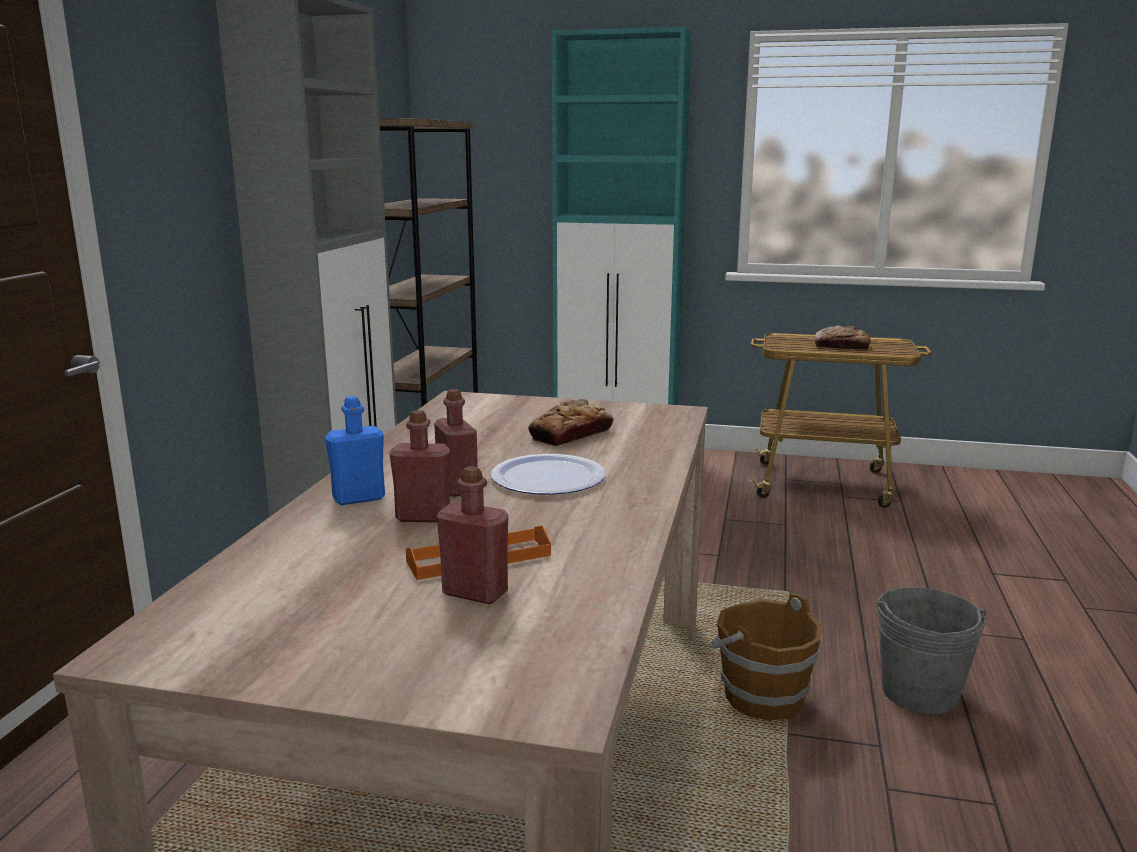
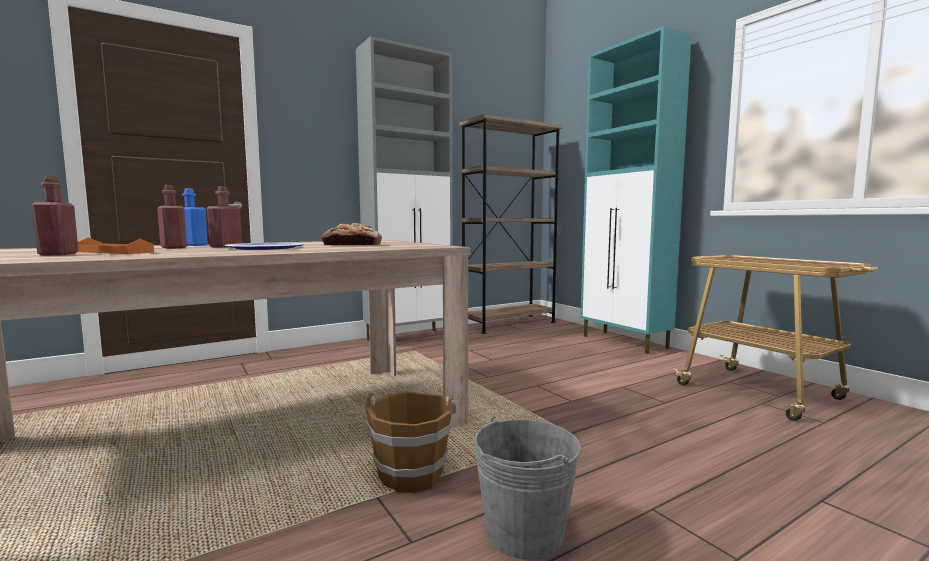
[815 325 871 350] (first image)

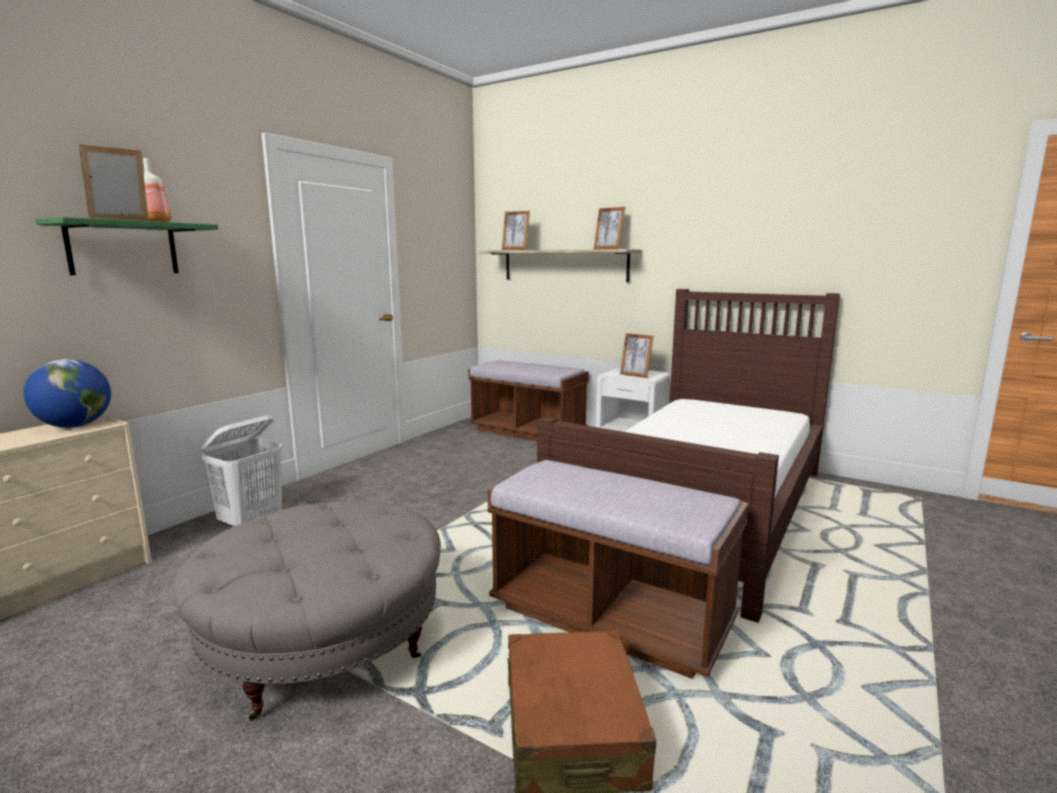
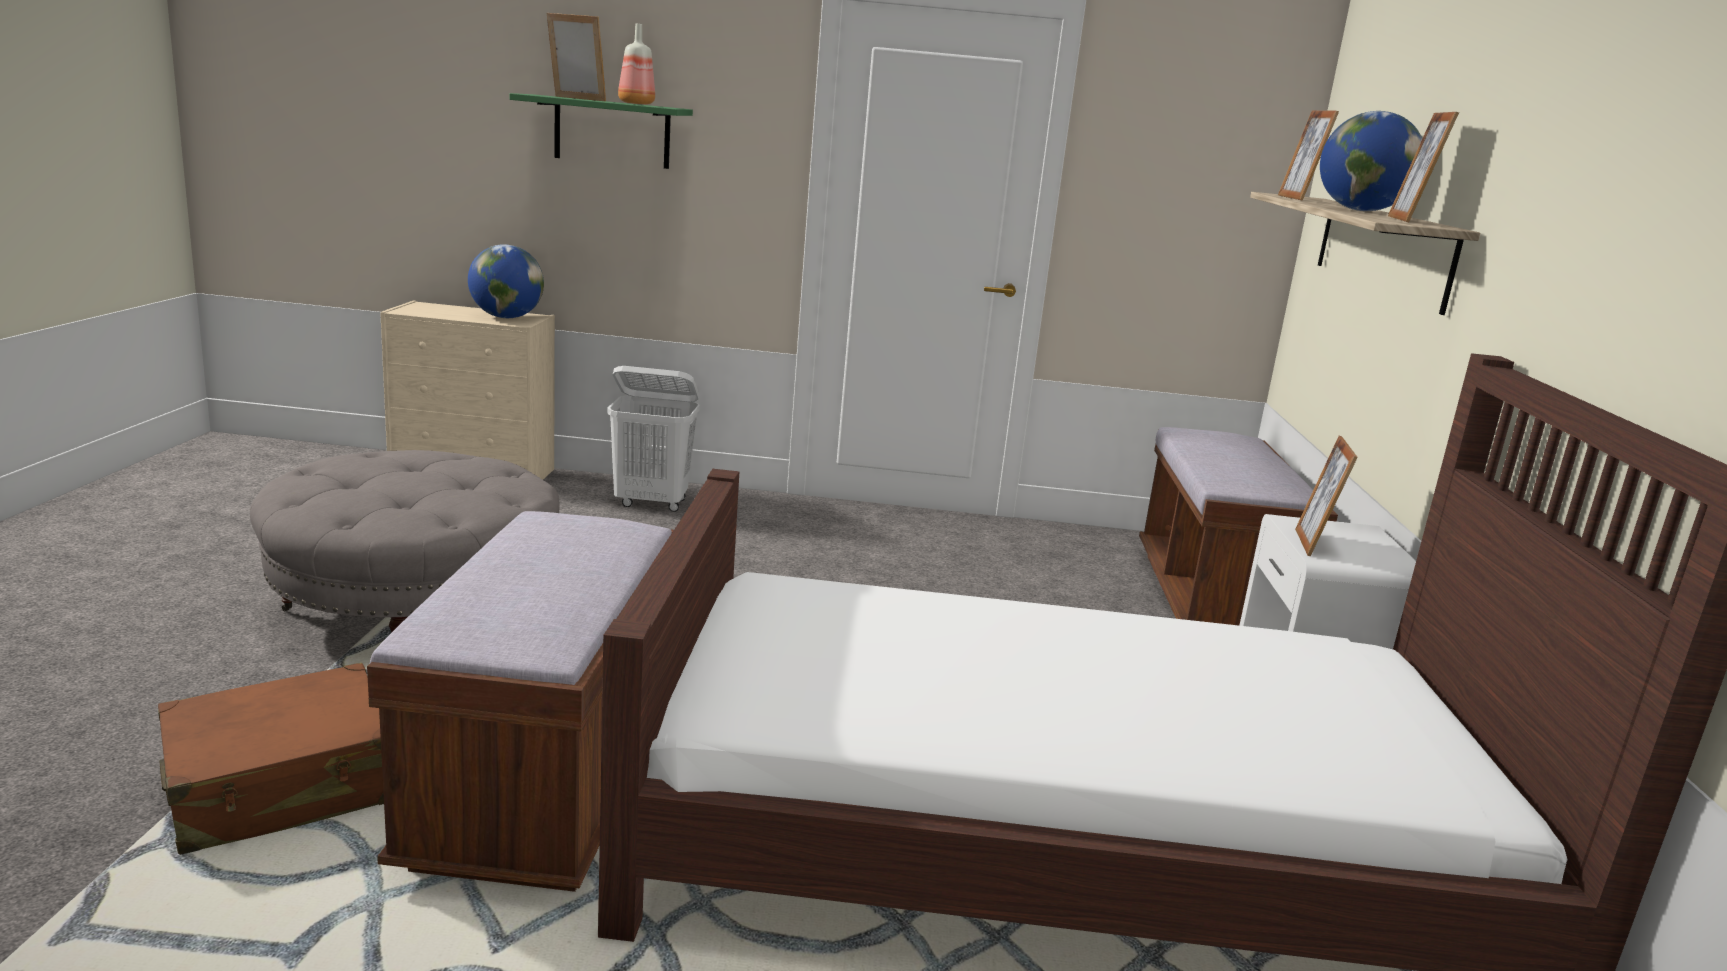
[1320 111 1422 211]

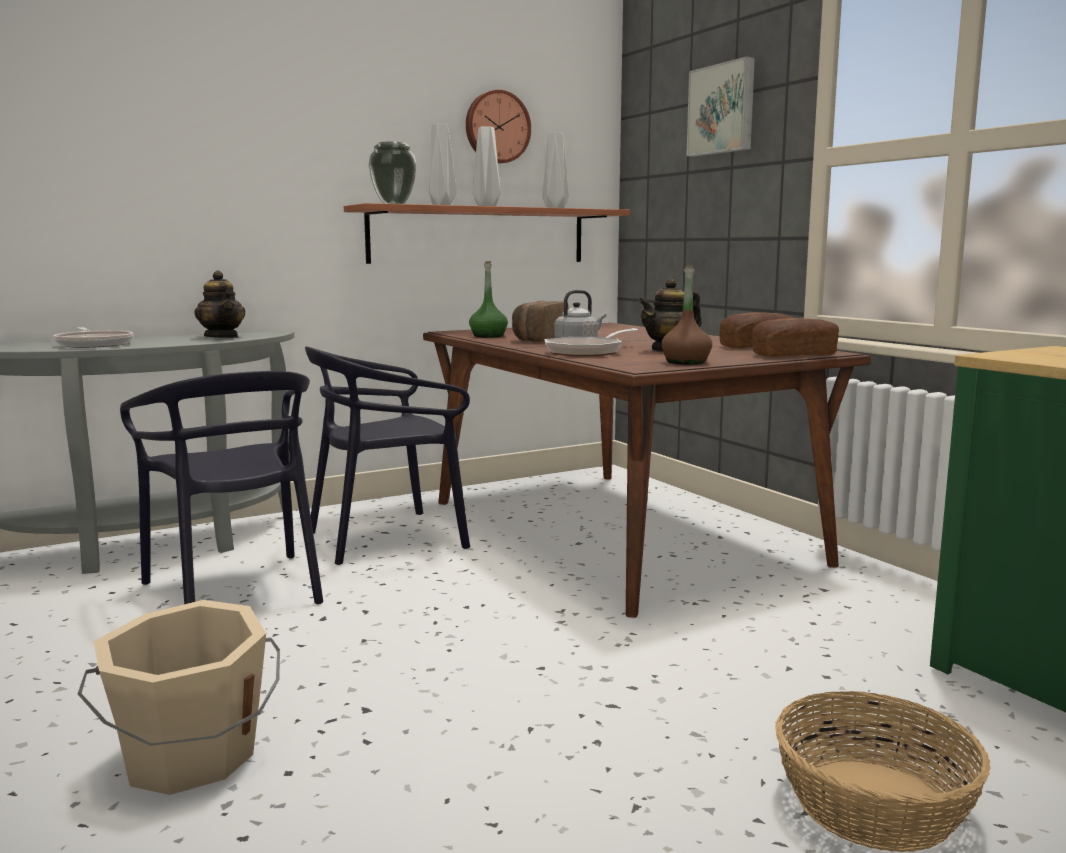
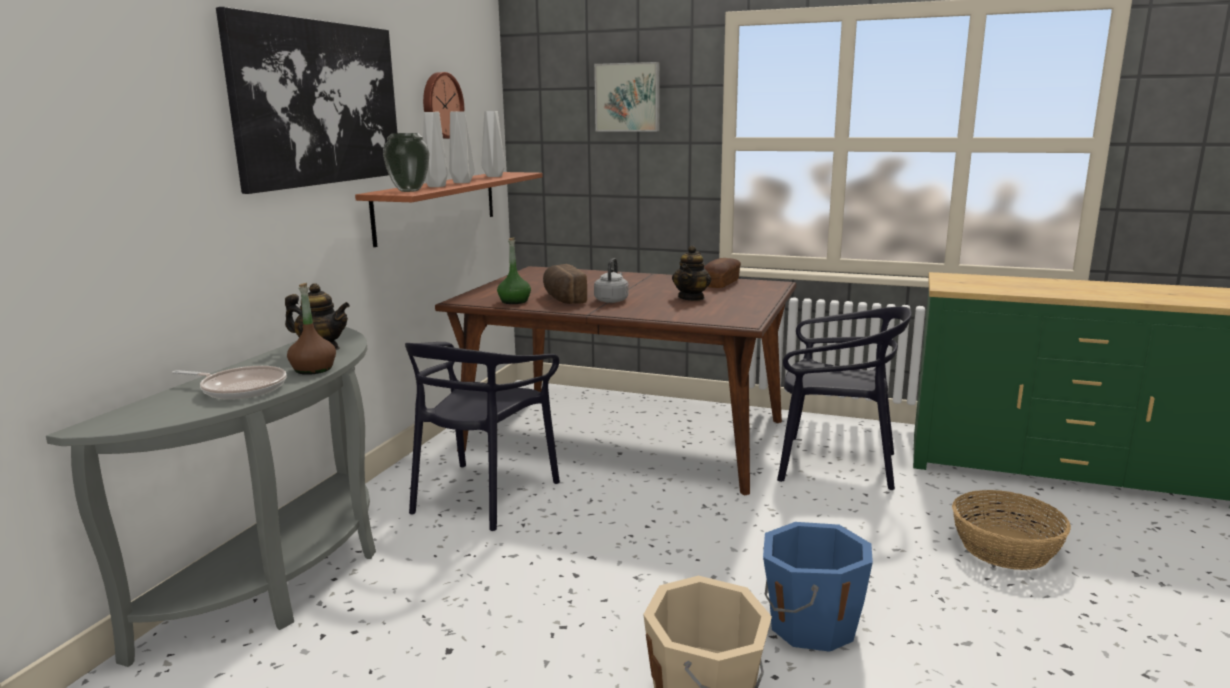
[777 306 912 490]
[544 328 638 357] (first image)
[287 283 336 375]
[752 318 839 357] (first image)
[216 7 397 194]
[763 522 873 652]

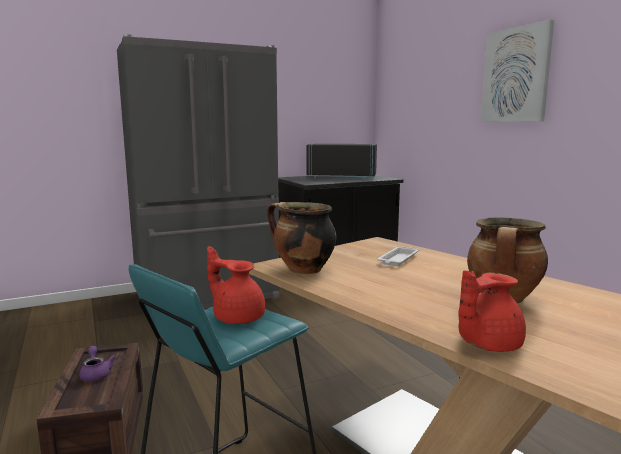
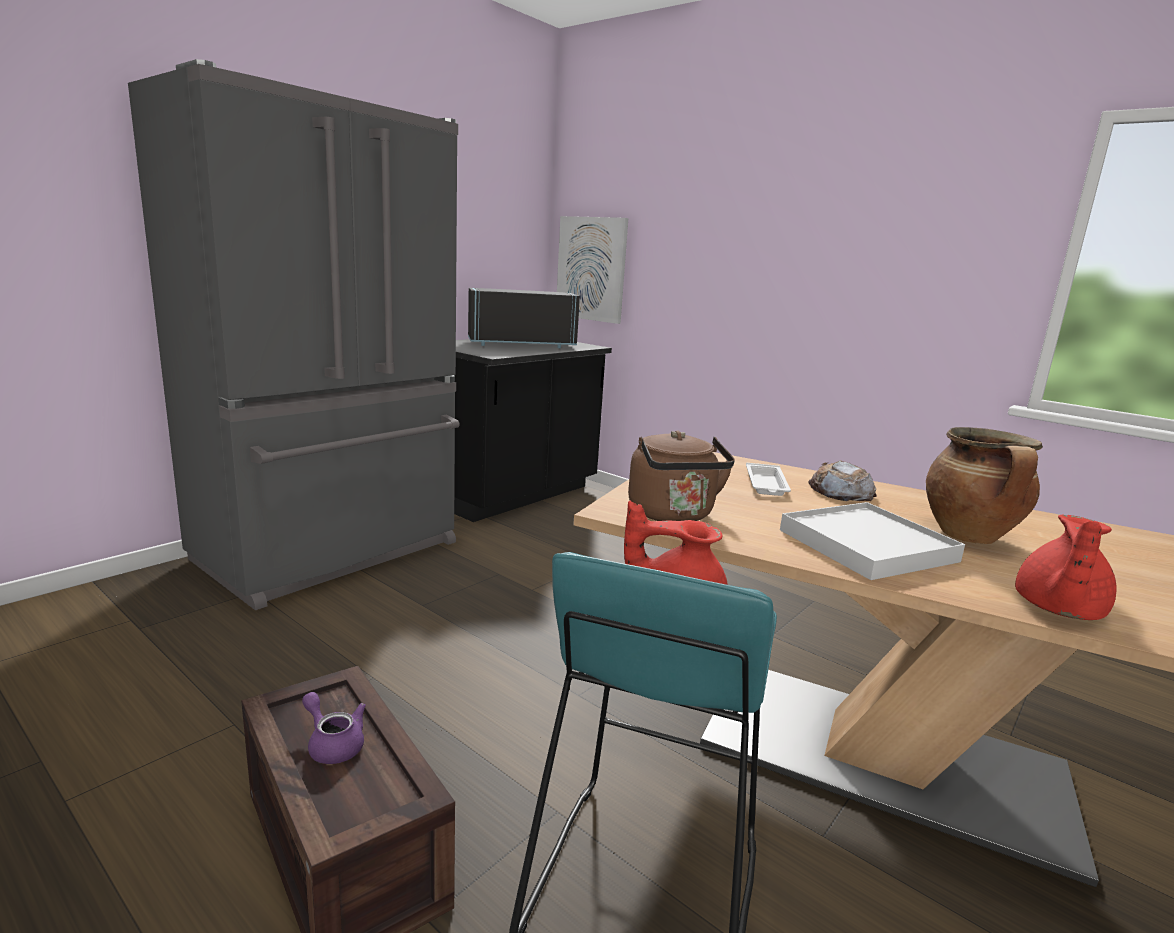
[628 431 735 521]
[557 216 628 324]
[780 502 965 580]
[808 461 877 501]

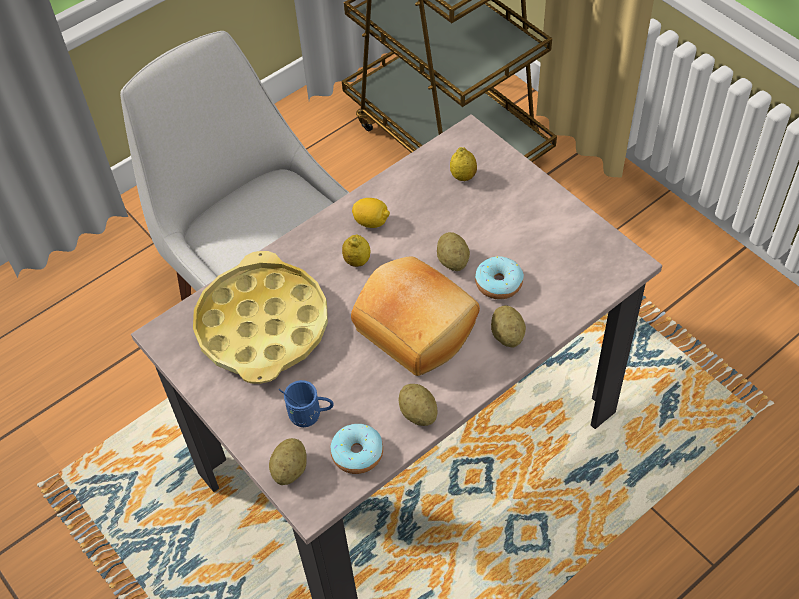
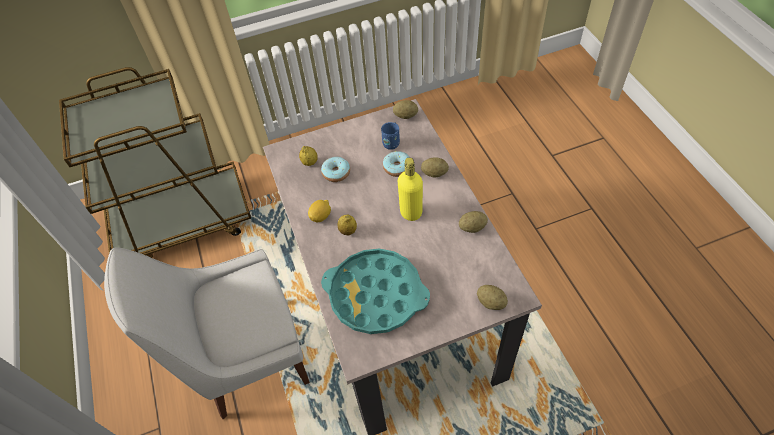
[321 249 430 334]
[381 122 400 150]
[321 157 350 182]
[398 158 423 221]
[393 100 418 119]

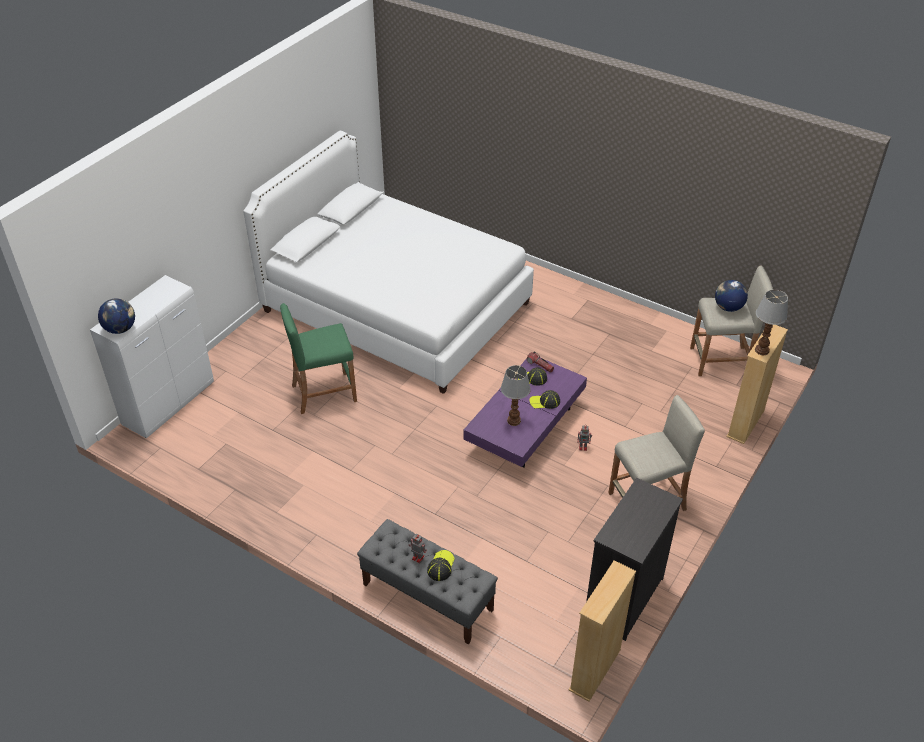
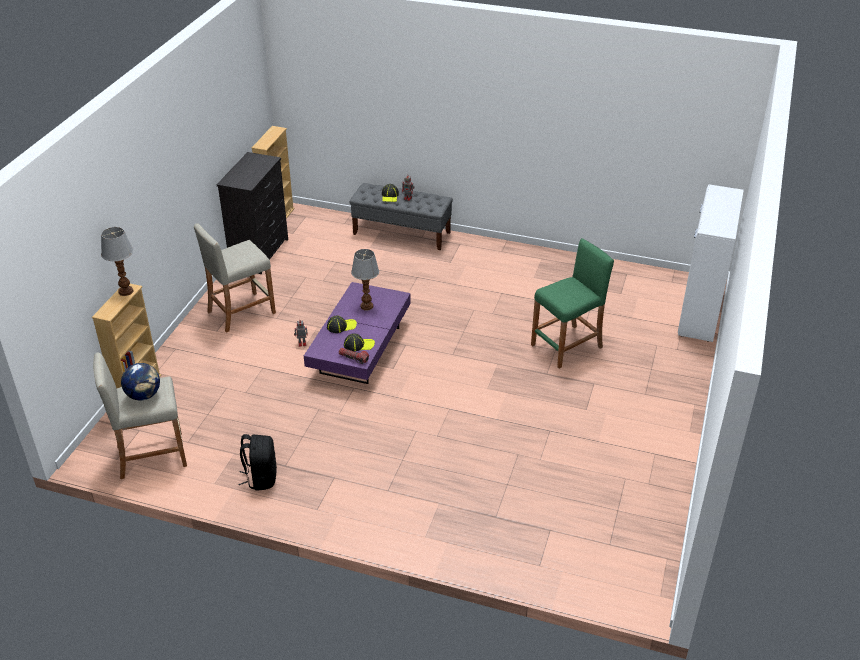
[98 298 135 334] (first image)
[243 131 534 394] (first image)
[238 434 277 490]

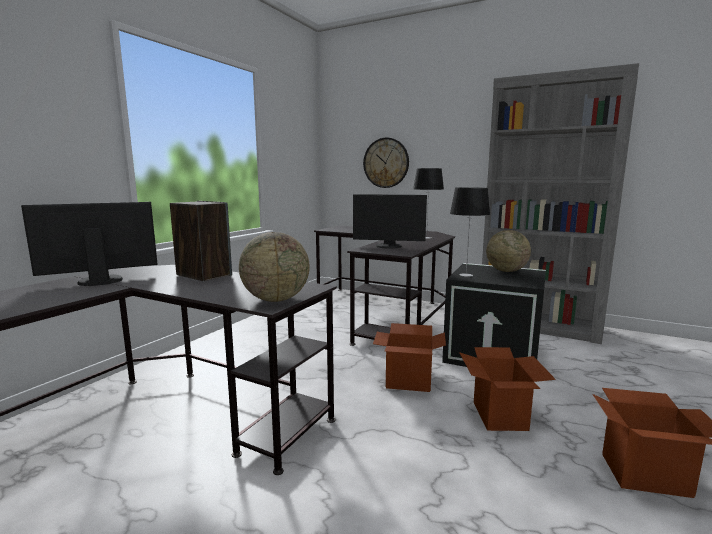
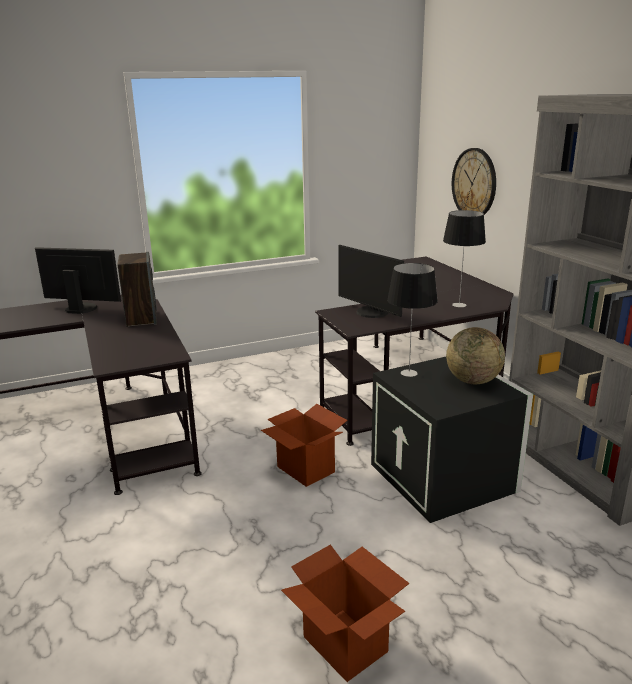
[239 232 310 302] (first image)
[459 347 556 431] (first image)

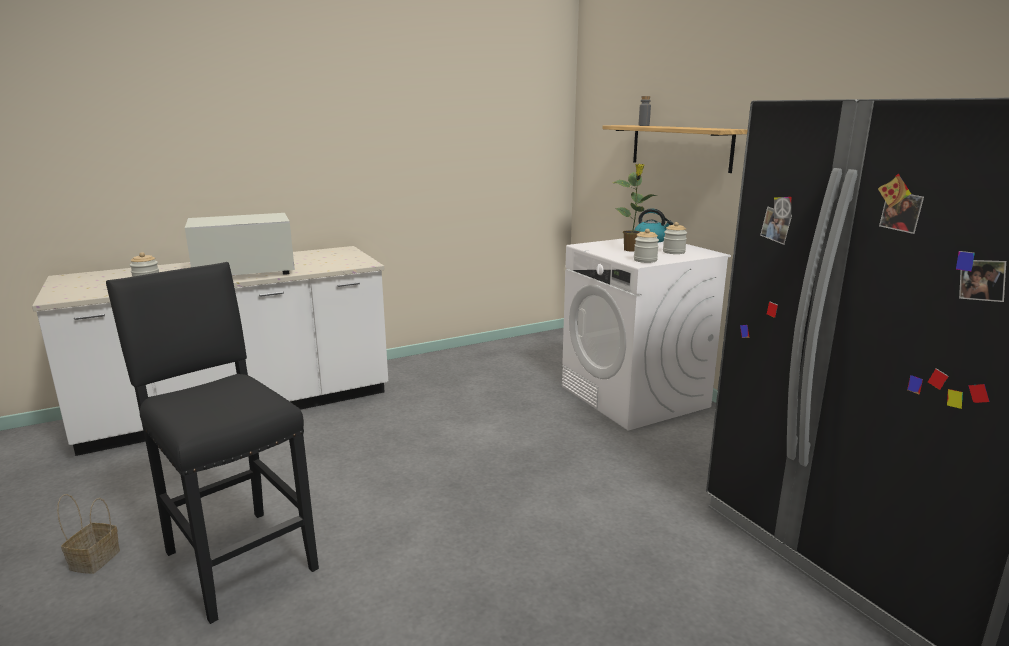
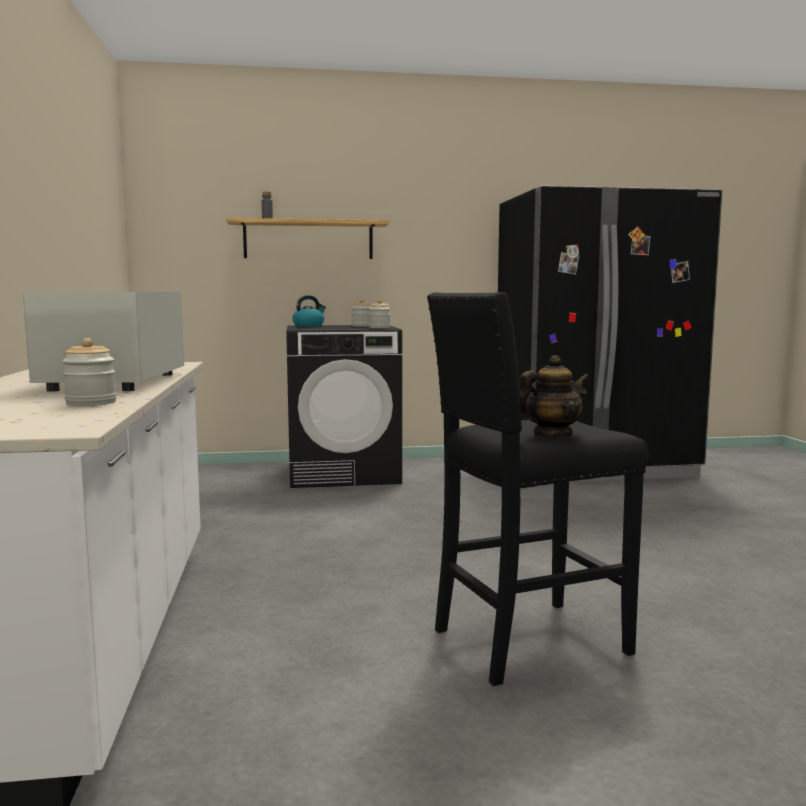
[57 494 120 574] (first image)
[286 325 402 488]
[613 164 657 251] (first image)
[520 355 590 437]

